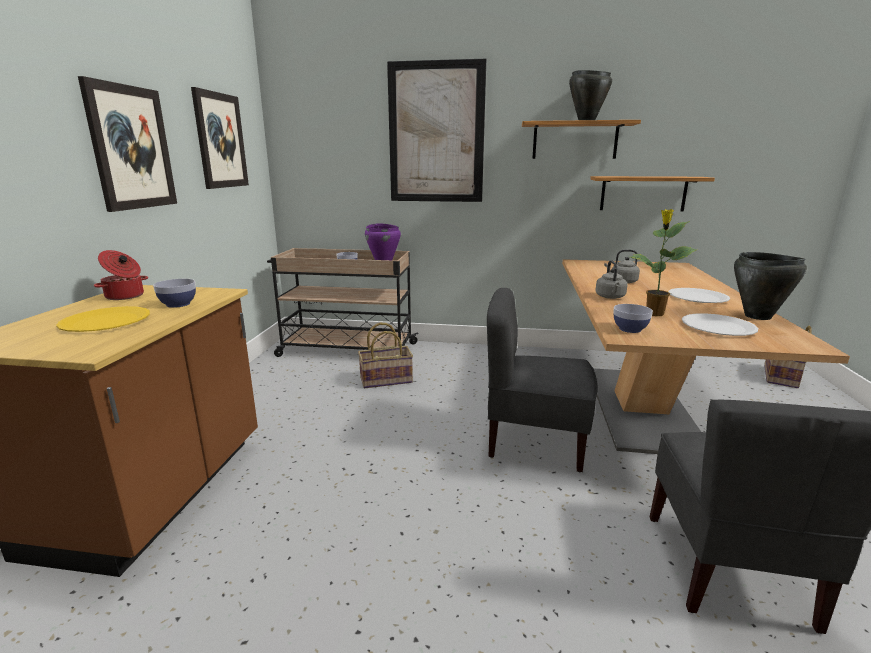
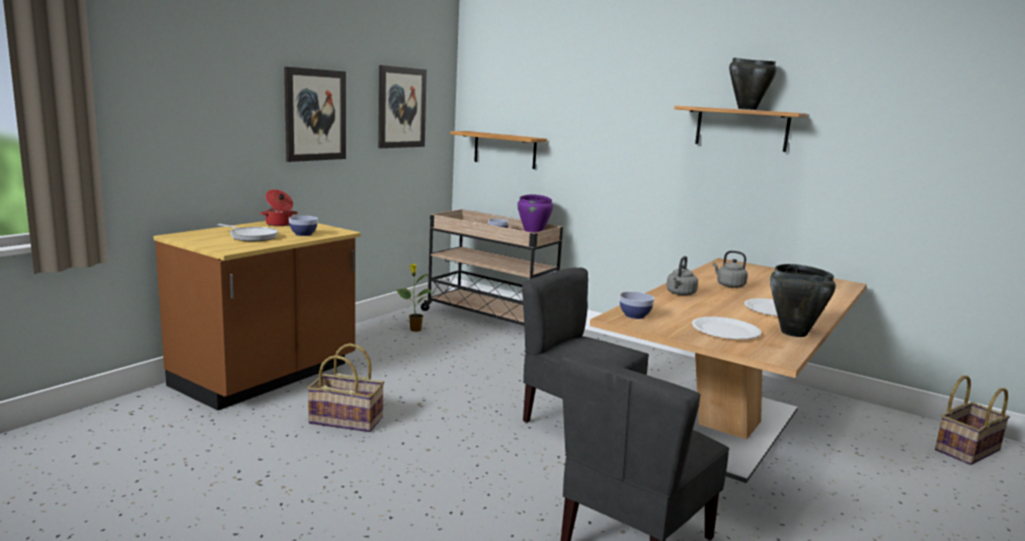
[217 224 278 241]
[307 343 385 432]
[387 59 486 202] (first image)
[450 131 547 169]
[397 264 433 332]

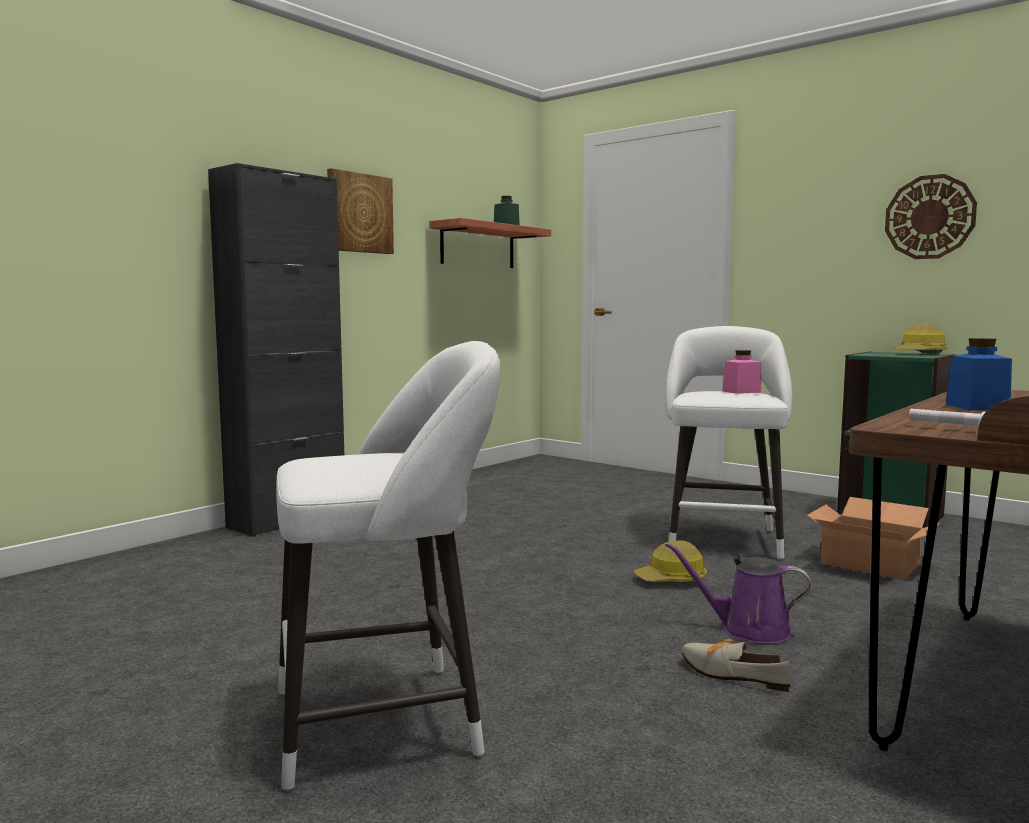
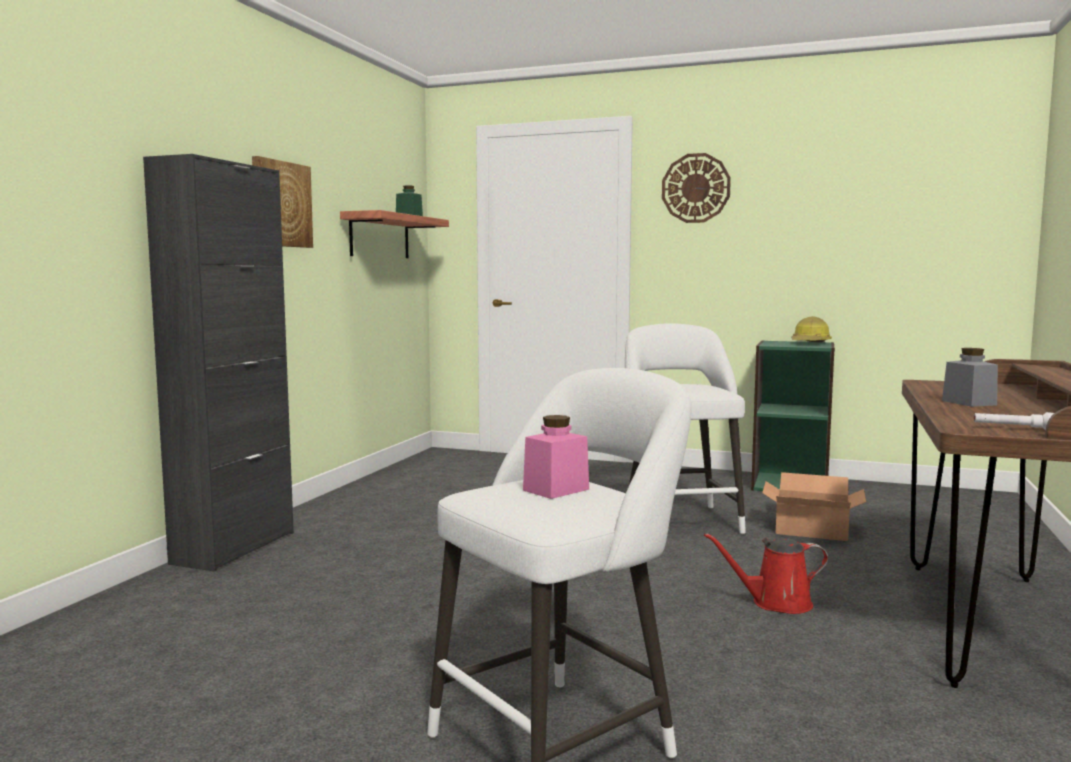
[634 540 707 582] (first image)
[704 533 828 614]
[681 639 791 692] (first image)
[523 415 589 499]
[662 153 731 223]
[942 348 998 407]

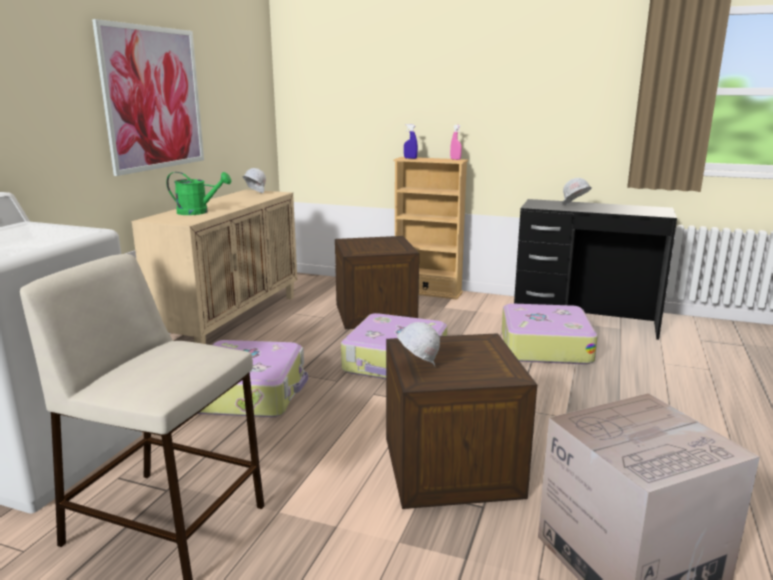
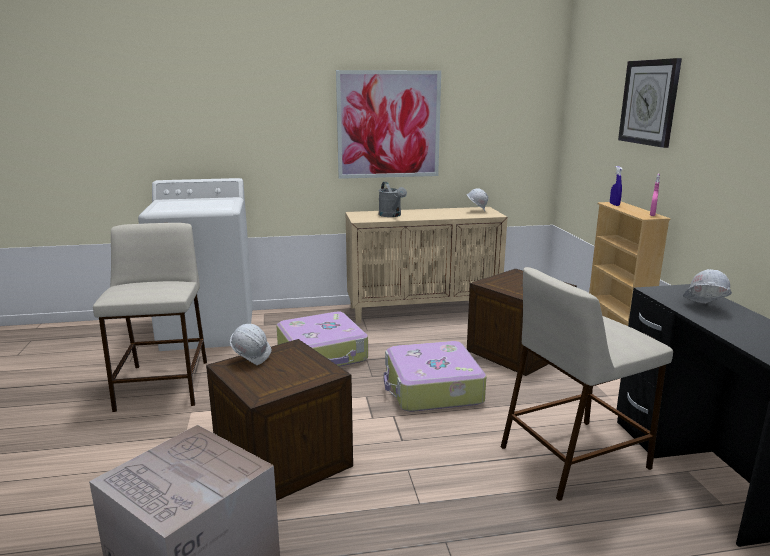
[379 182 407 217]
[501 267 673 501]
[618 58 682 148]

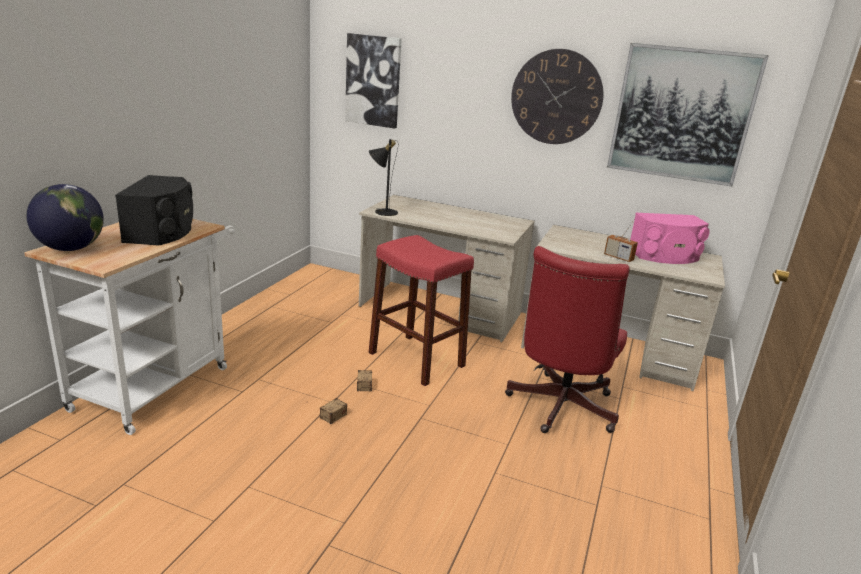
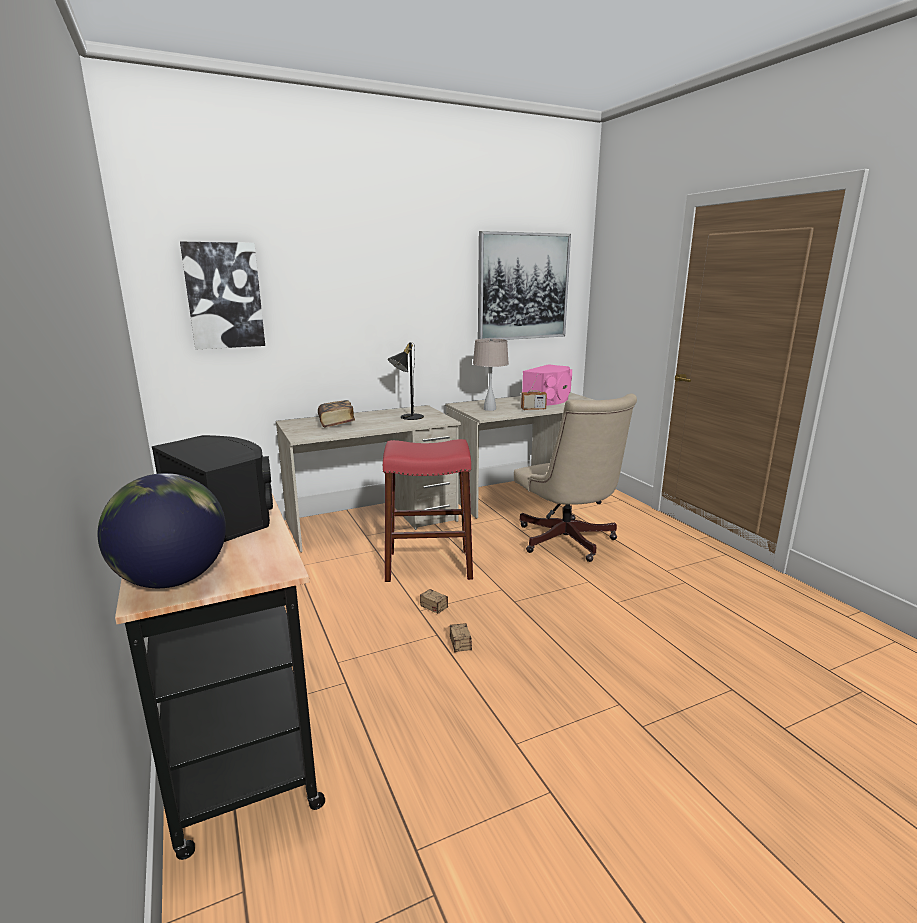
[115 494 325 860]
[388 342 424 420]
[514 394 637 562]
[511 49 603 144] (first image)
[318 400 355 428]
[473 338 509 411]

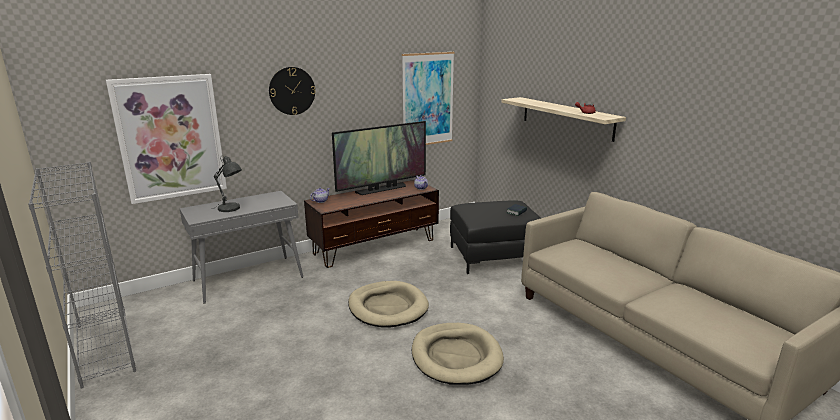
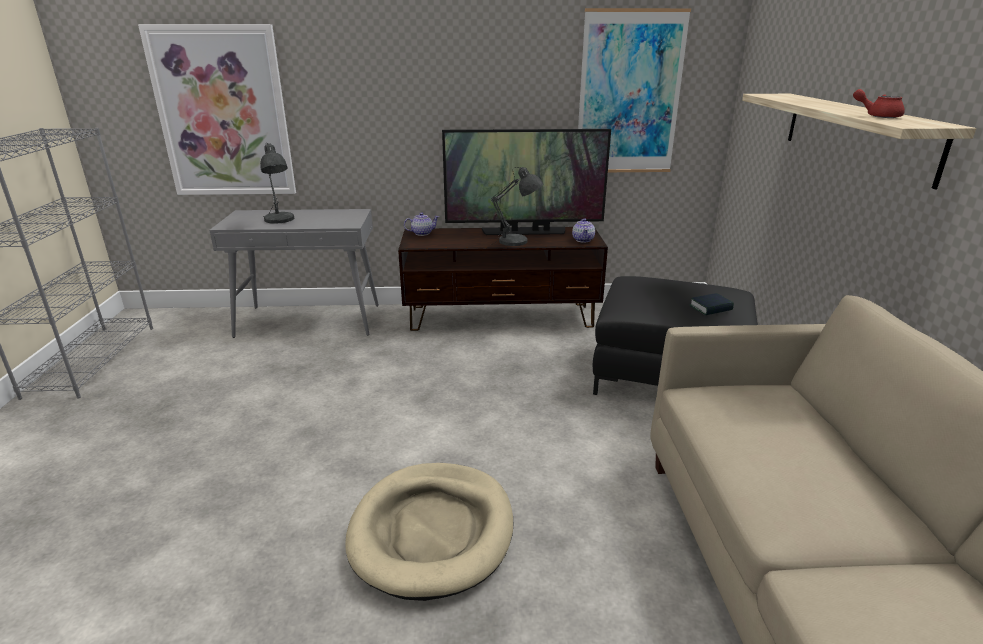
[269 67 316 115] (first image)
[348 281 429 327] (first image)
[491 167 544 246]

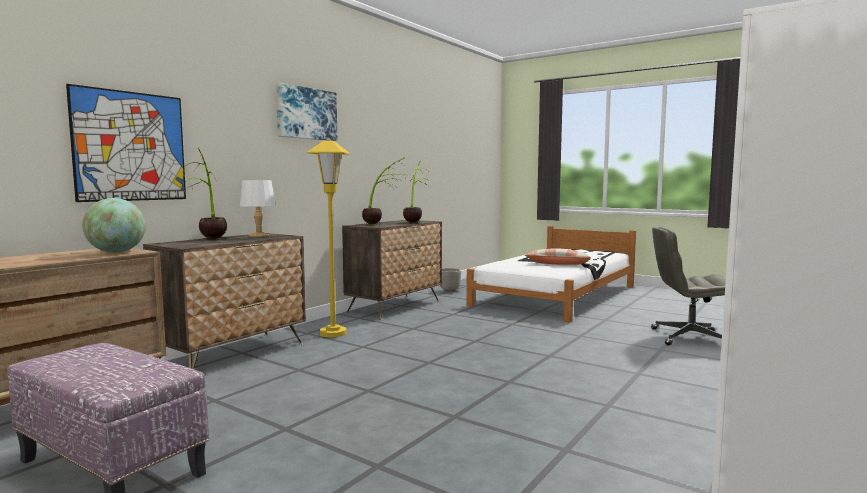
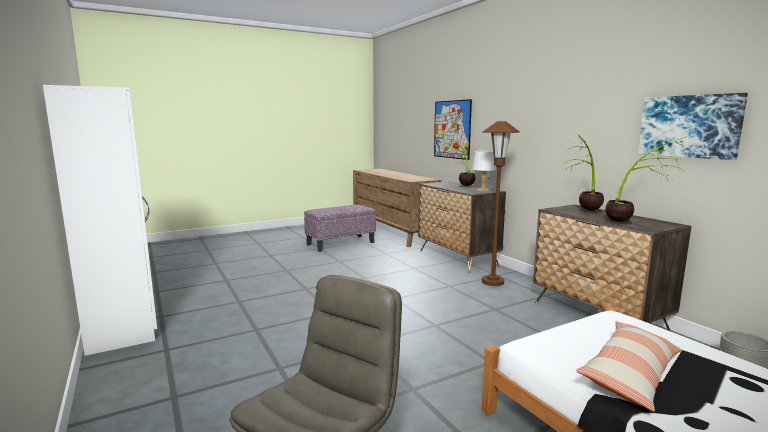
[82 198 146 253] (first image)
[638 93 748 160]
[482 121 520 286]

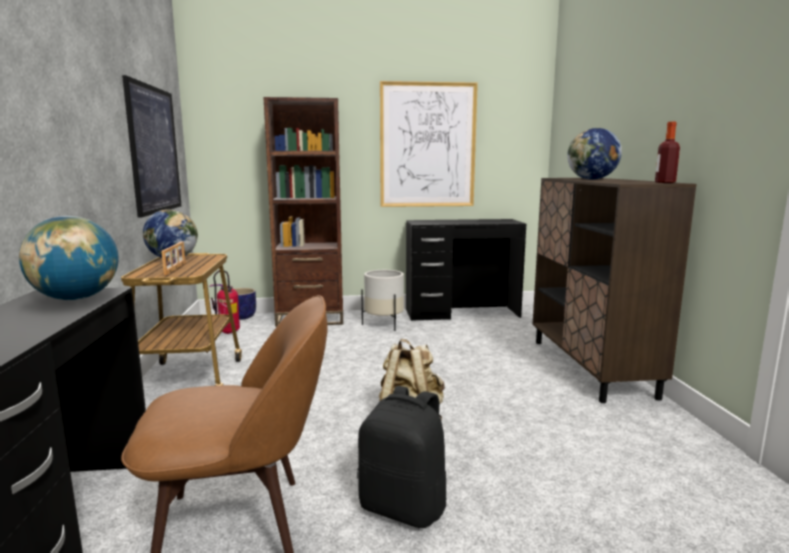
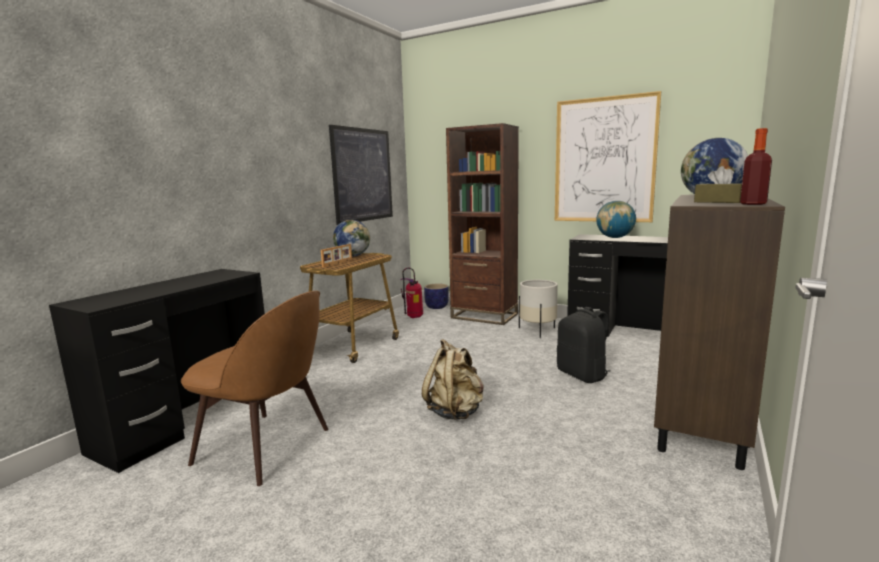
[596 200 636 238]
[557 307 611 383]
[694 166 742 203]

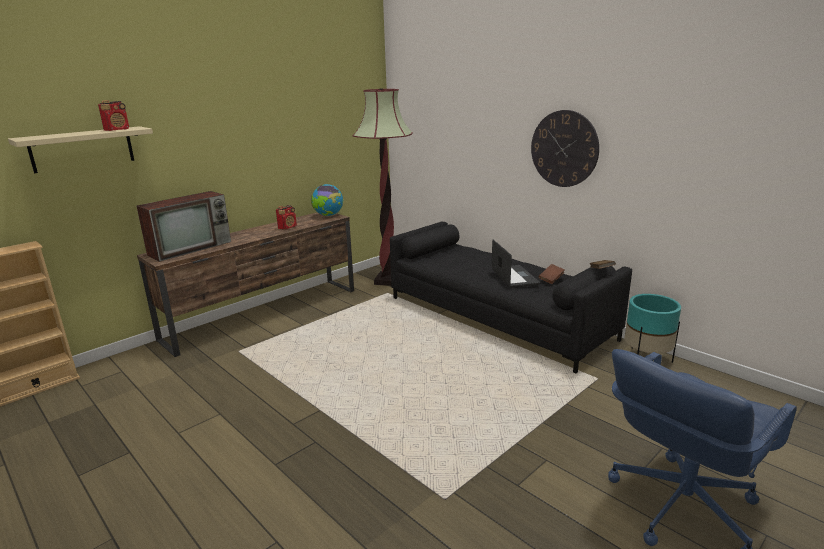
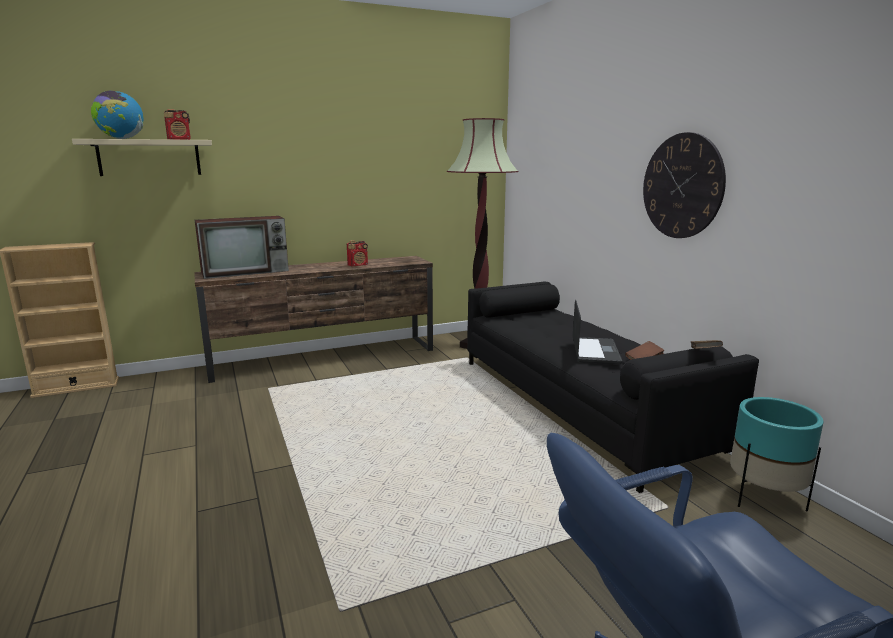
[91 91 144 139]

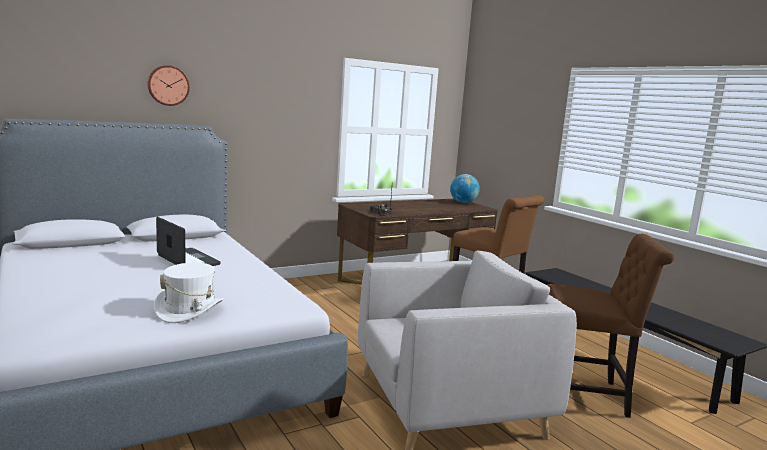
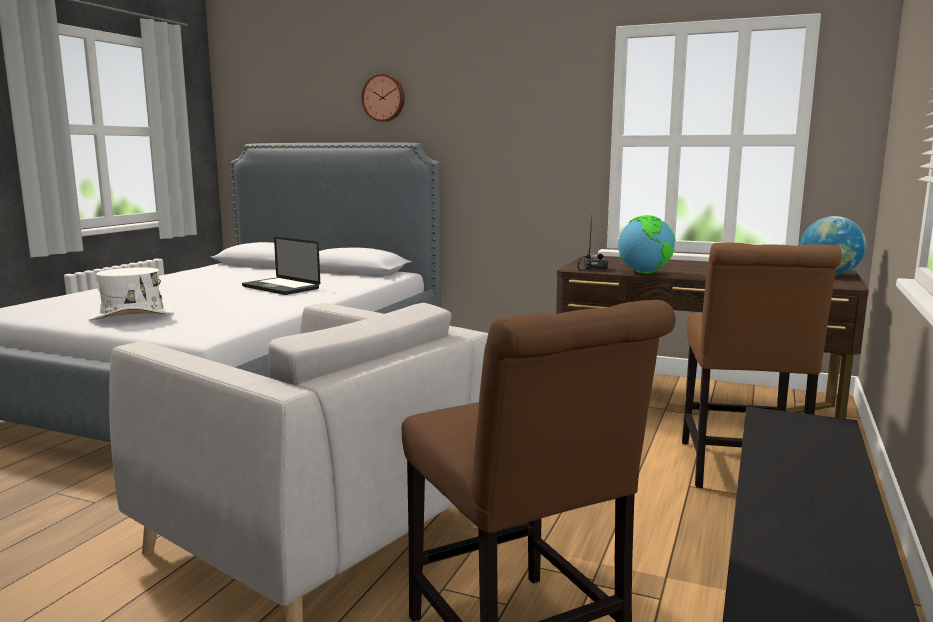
[242 237 320 295]
[618 215 675 274]

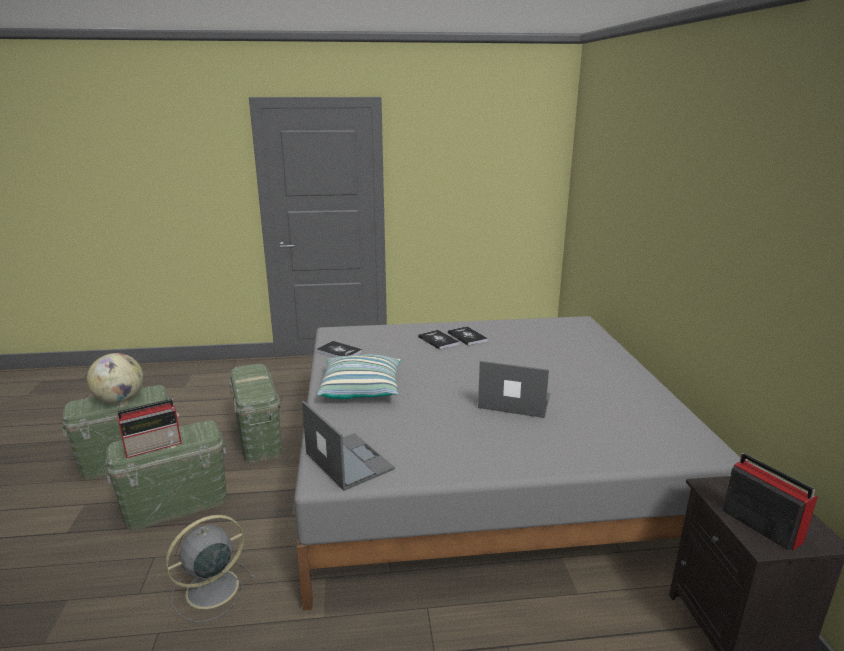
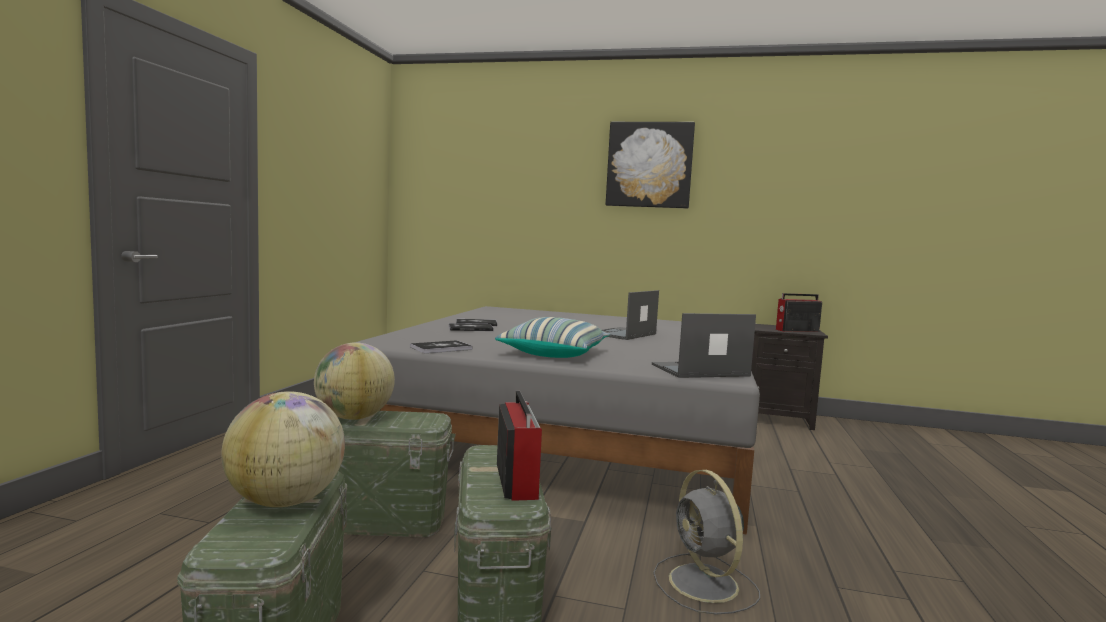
[314 342 395 420]
[606 122 695 209]

